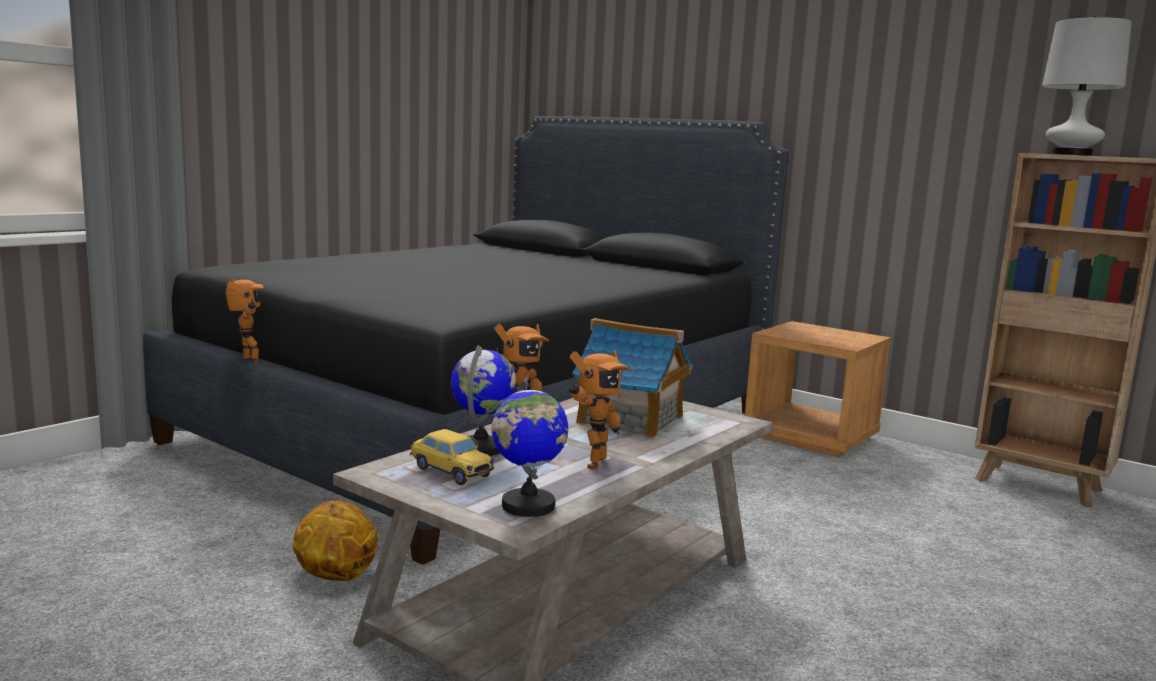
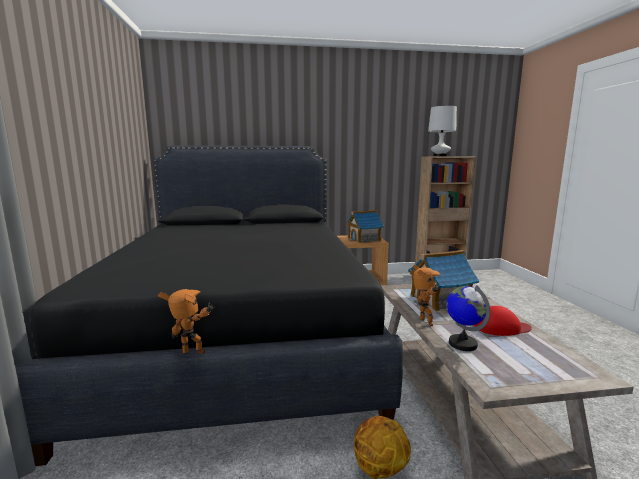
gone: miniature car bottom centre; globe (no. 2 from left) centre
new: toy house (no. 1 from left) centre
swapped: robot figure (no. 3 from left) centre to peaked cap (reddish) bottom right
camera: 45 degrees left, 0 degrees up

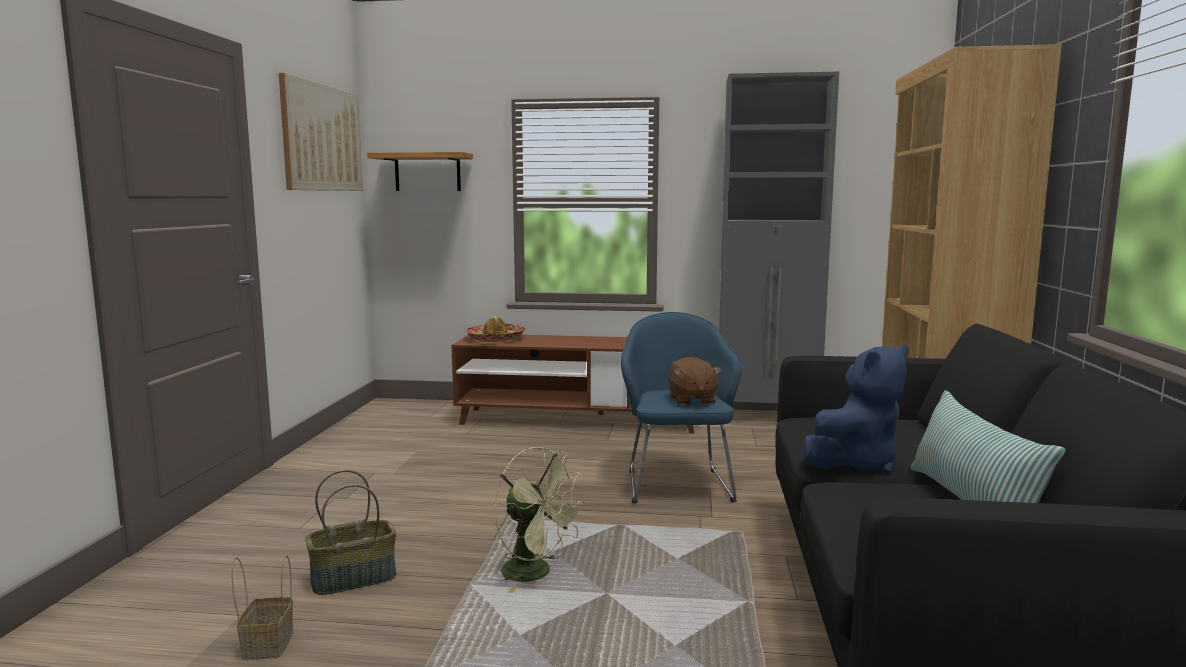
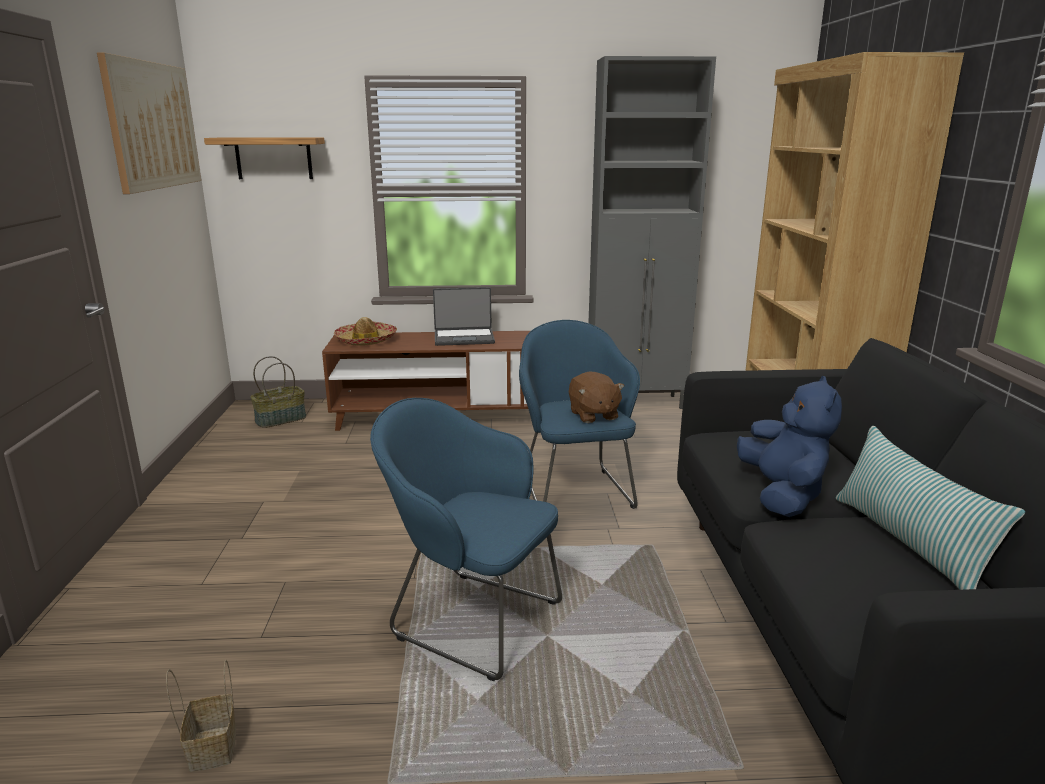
new: portable computer centre
shifted: household basket (no. 2 from left) bottom left to middle left
swapped: cooling fan (greenish) bottom centre to armchair (bluish) (no. 1 from left) bottom centre
rotated: soft toy (bluish) middle right = middle right 45 degrees counterclockwise
camera: 10 degrees left, 10 degrees up

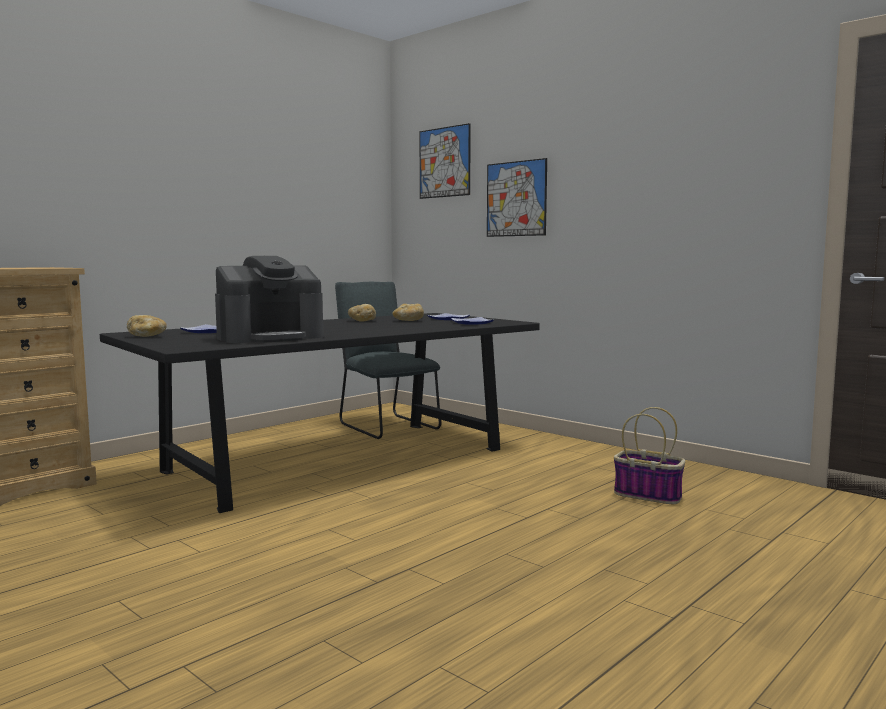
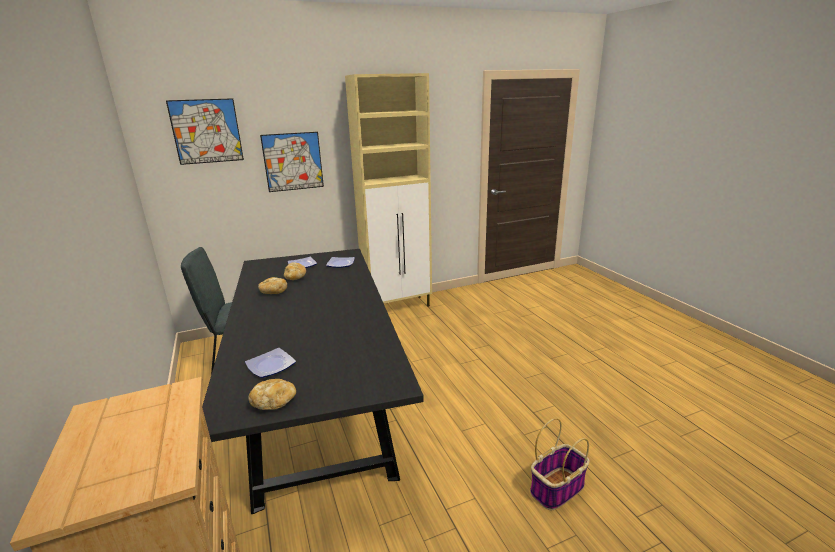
gone: coffee maker middle left
new: cabinet (beige) centre
shifted: household basket middle right to bottom right
camera: 65 degrees left, 15 degrees up

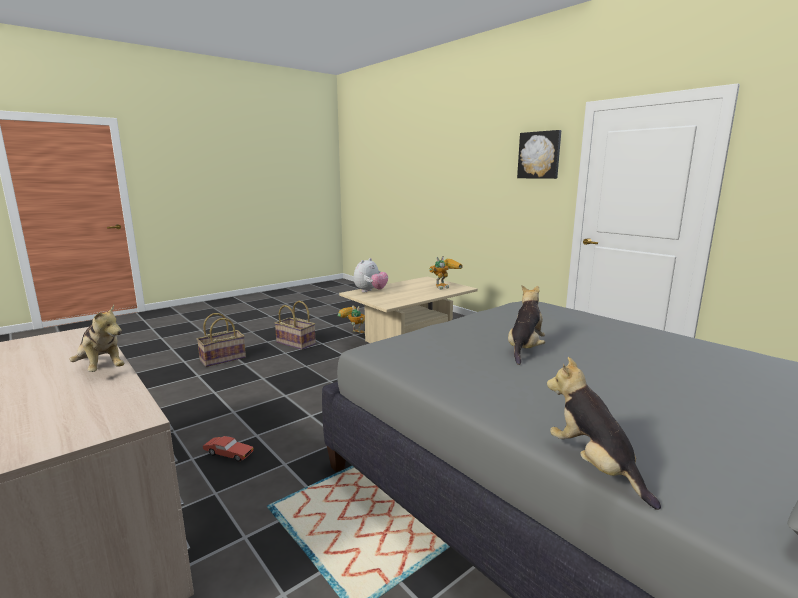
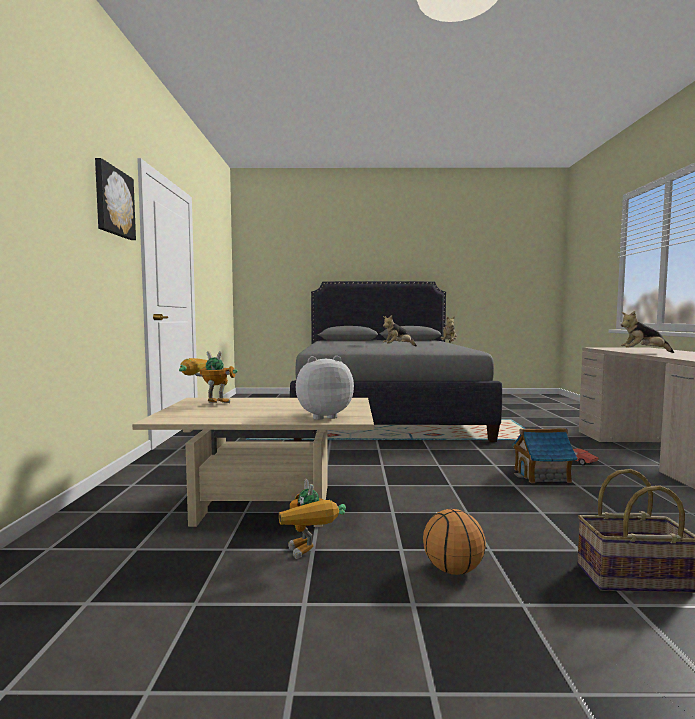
new: toy house middle right
swapped: household basket (no. 2 from left) centre to basketball bottom centre
rotated: soft toy (no. 1 from left in the first image) middle left = middle right 75 degrees counterclockwise
camera: 140 degrees left, 10 degrees down

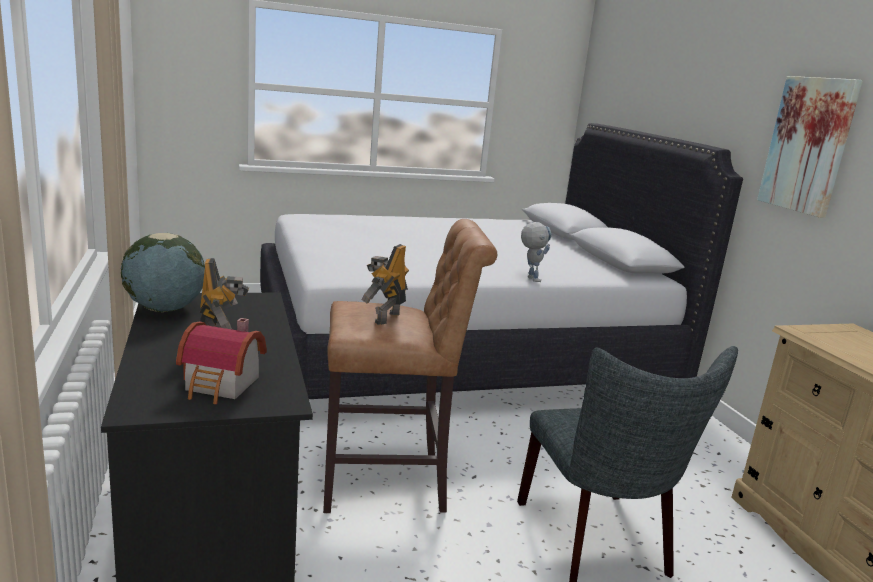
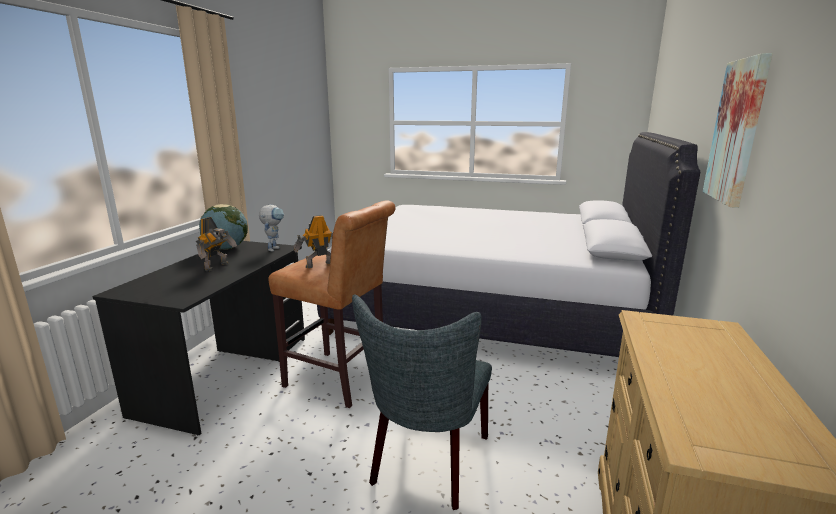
gone: toy house middle left
shifted: robot figure (no. 3 from left in the first image) centre to robot figure (no. 2 from left) middle left
camera: 35 degrees right, 0 degrees up

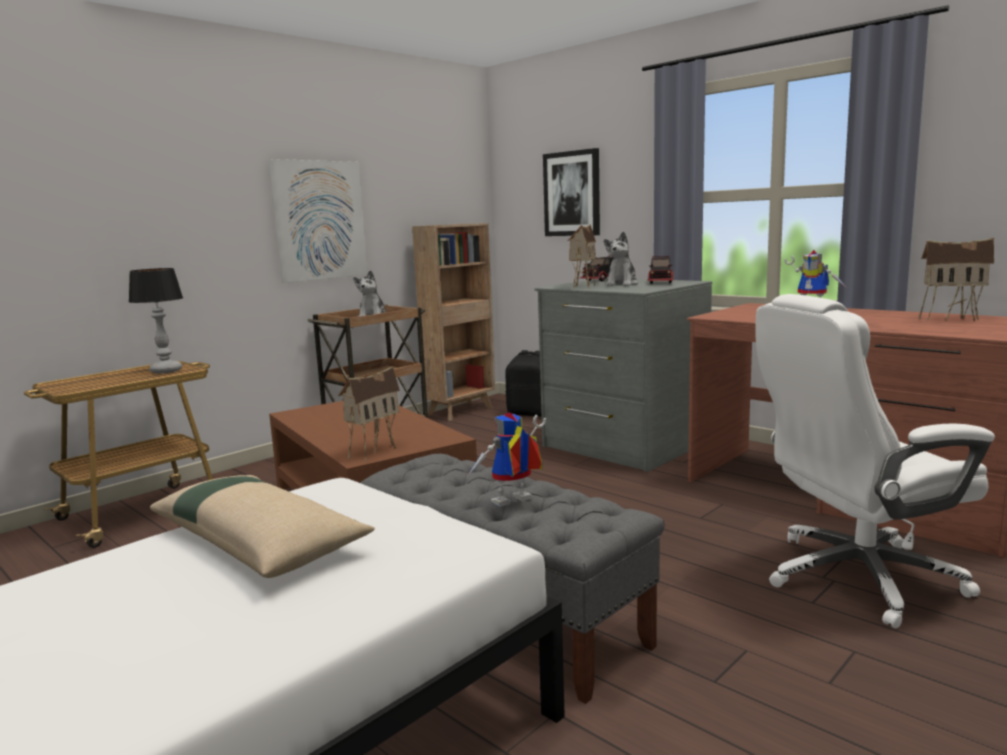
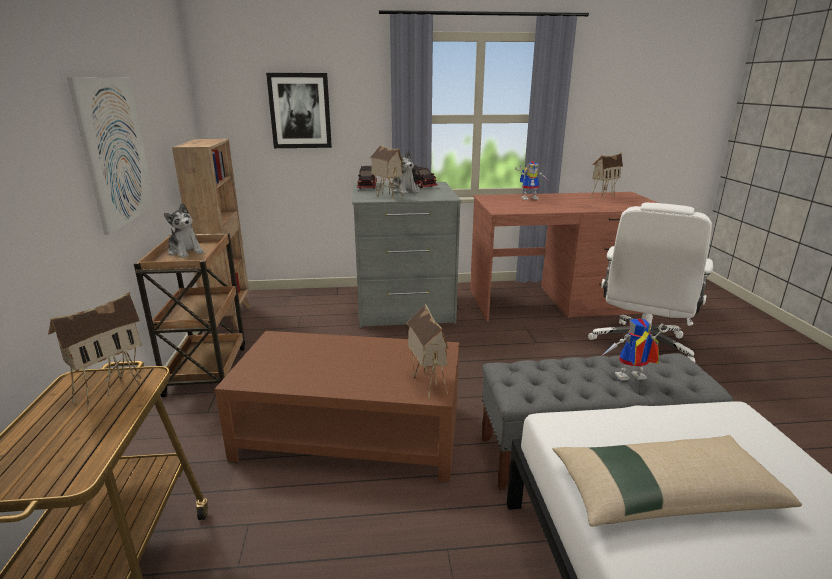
gone: rucksack (black-coloured) centre
swapped: table lamp middle left to toy house (no. 1 from left) middle left
rotated: robot figure (no. 1 from left in the first image) centre = middle right 75 degrees clockwise
camera: 50 degrees left, 10 degrees up

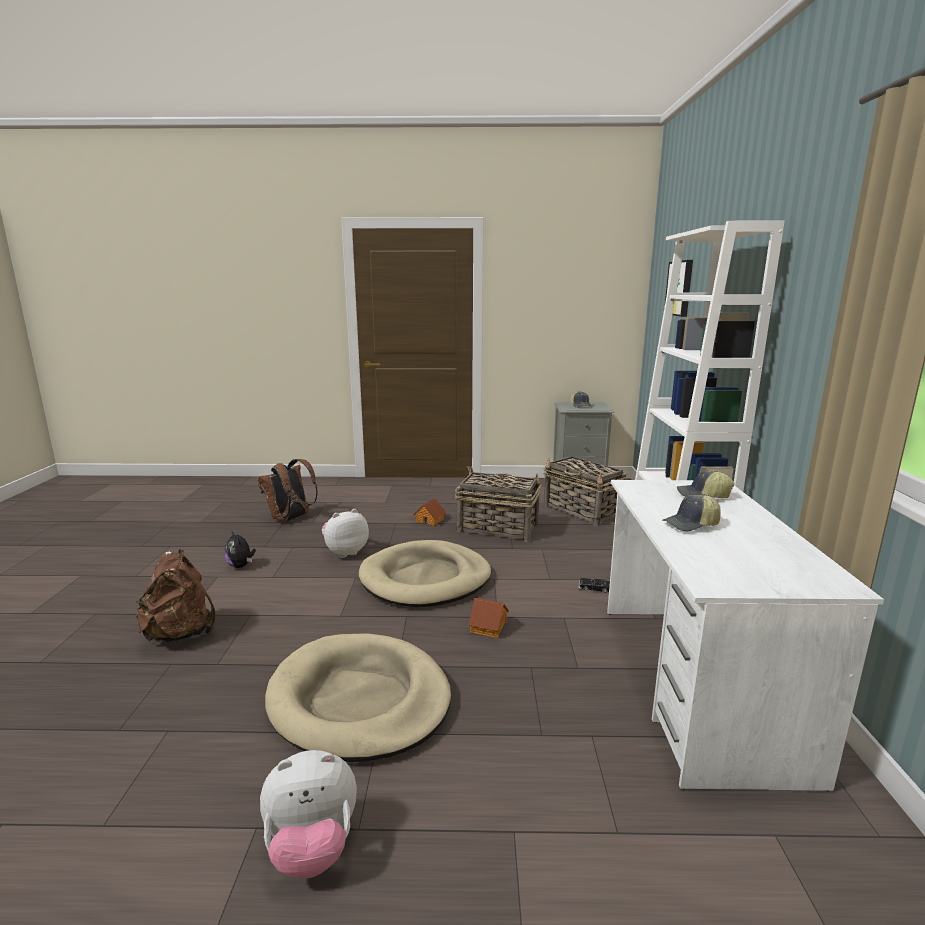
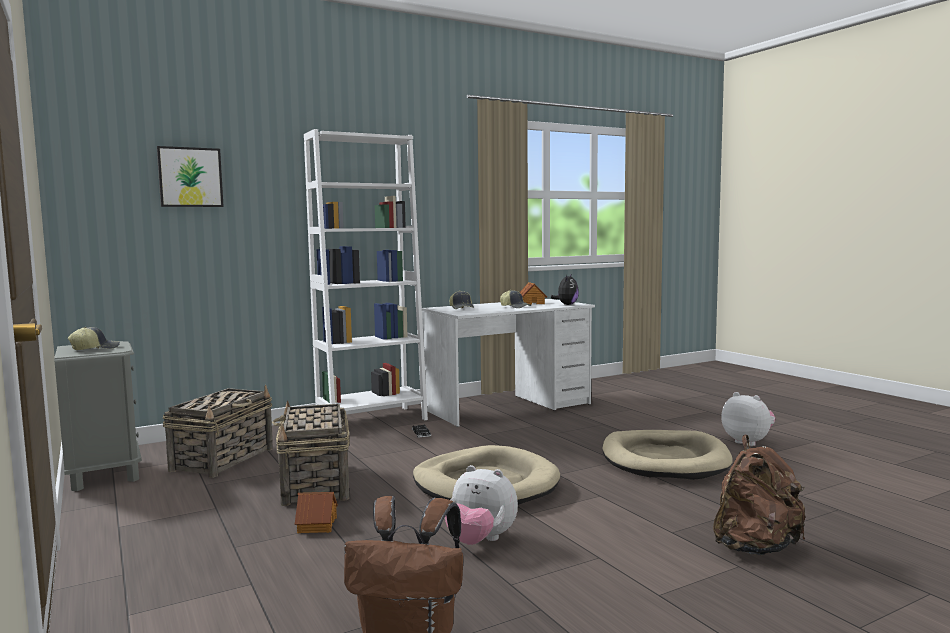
shifted: soft toy (no. 1 from left in the first image) middle left to soft toy (no. 2 from left) centre; toy house (no. 2 from left) bottom centre to centre
camera: 120 degrees left, 10 degrees down

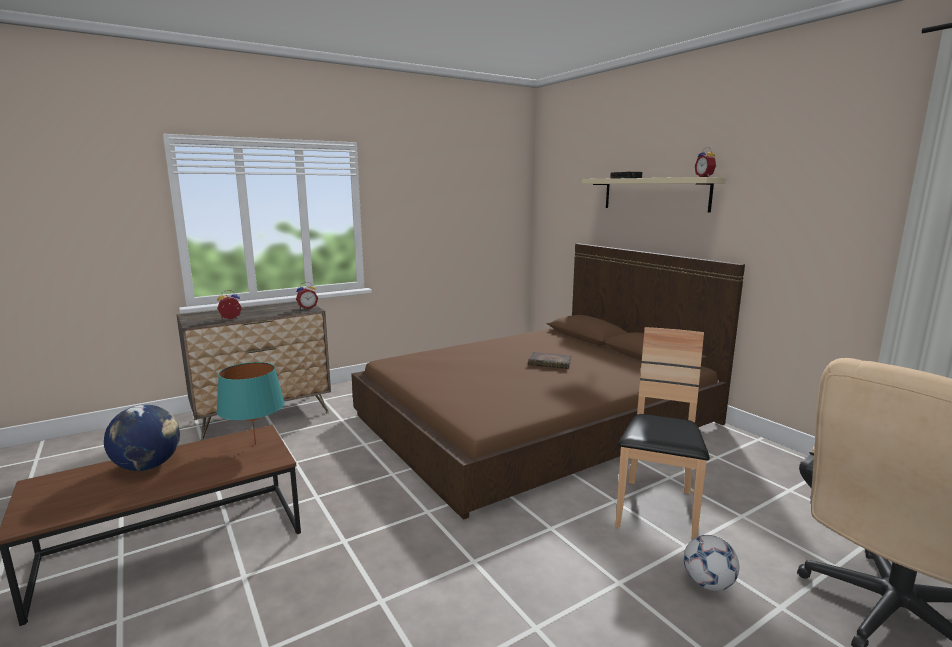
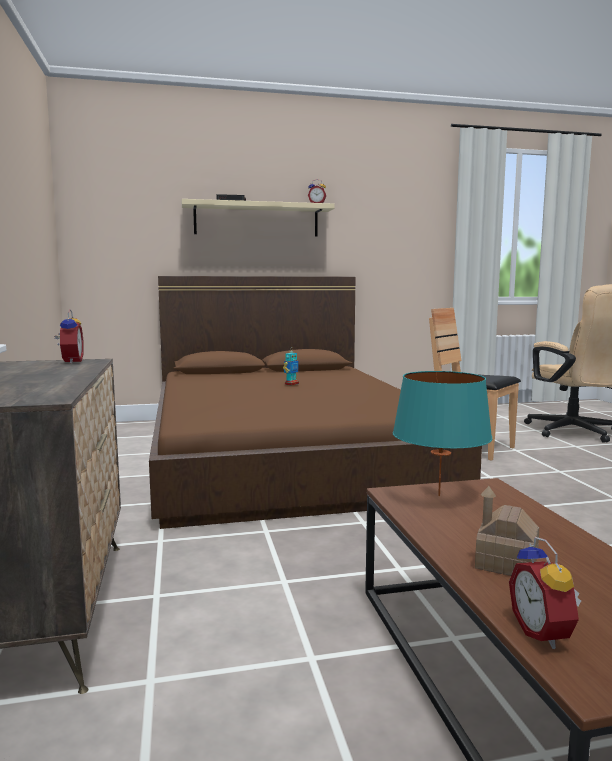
gone: football bottom right
shifted: table clock (no. 1 from left in the first image) middle left to table clock (no. 4 from left) bottom right
swapped: globe bottom left to toy house bottom right; book centre to robot figure centre
camera: 70 degrees left, 5 degrees down

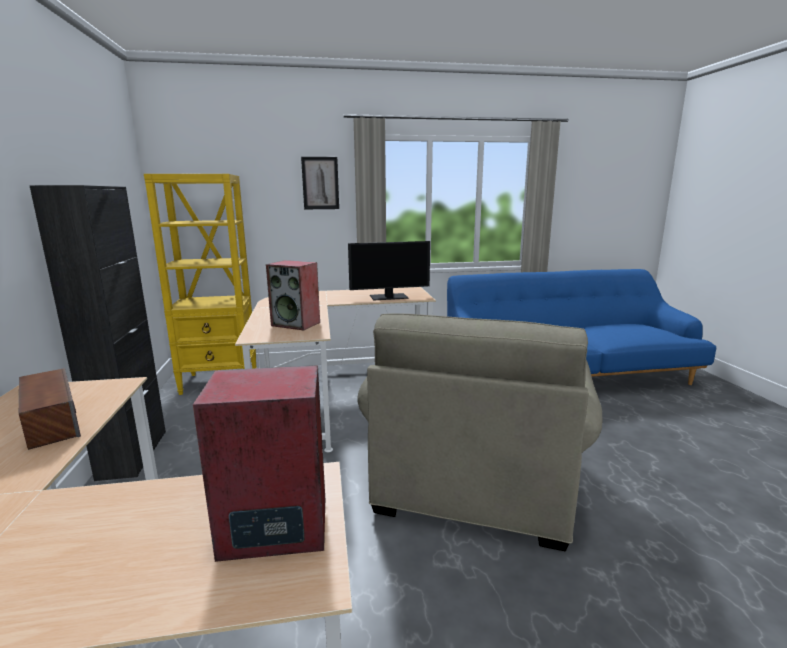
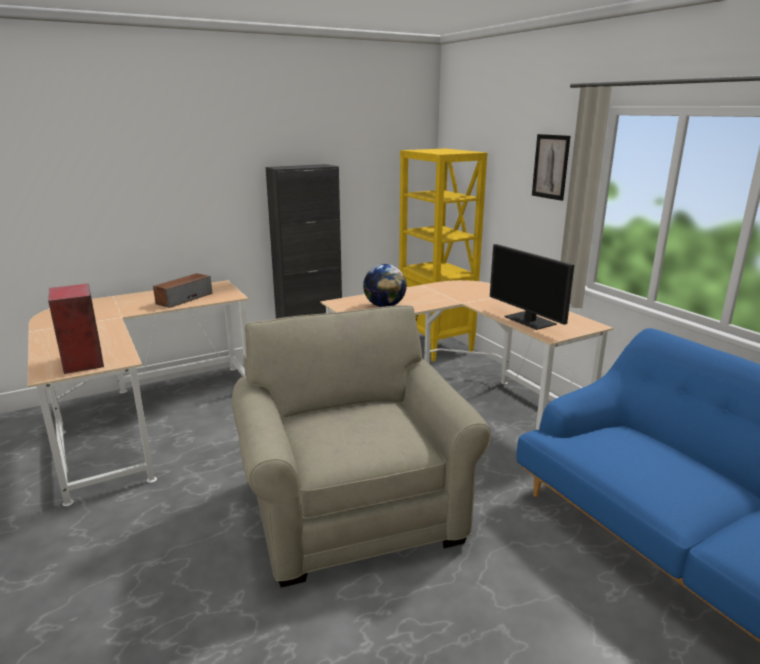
swapped: loudspeaker (no. 3 from left) centre to globe centre
rotated: armchair (beige) bottom centre = bottom centre 75 degrees clockwise
camera: 70 degrees right, 5 degrees up

